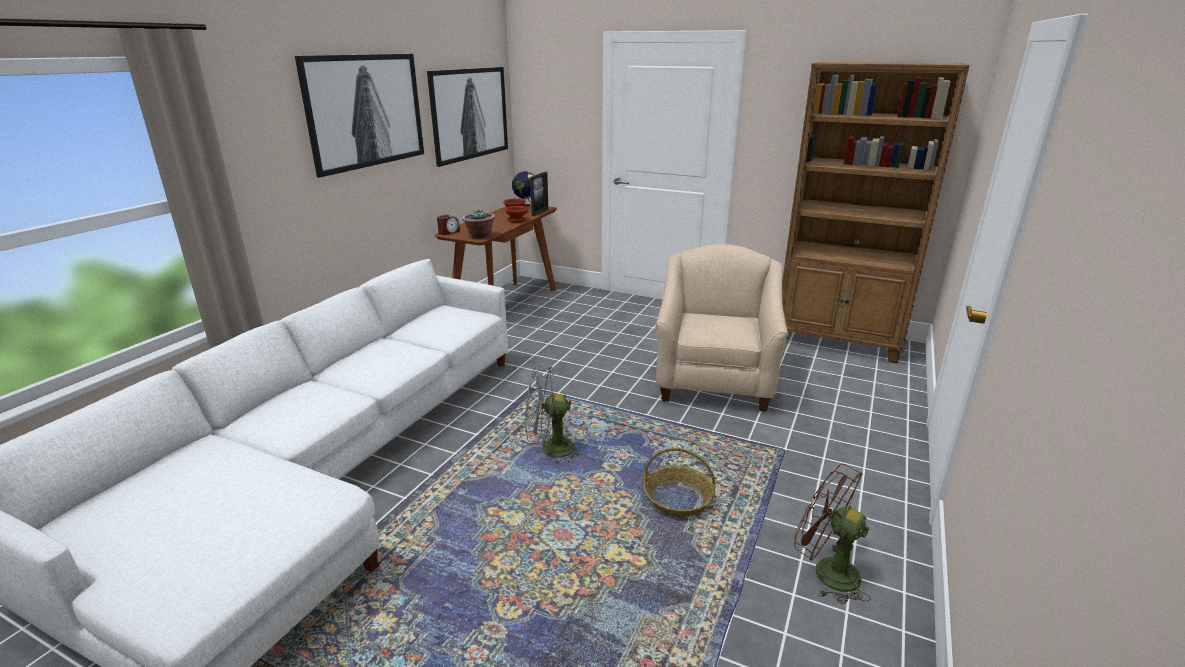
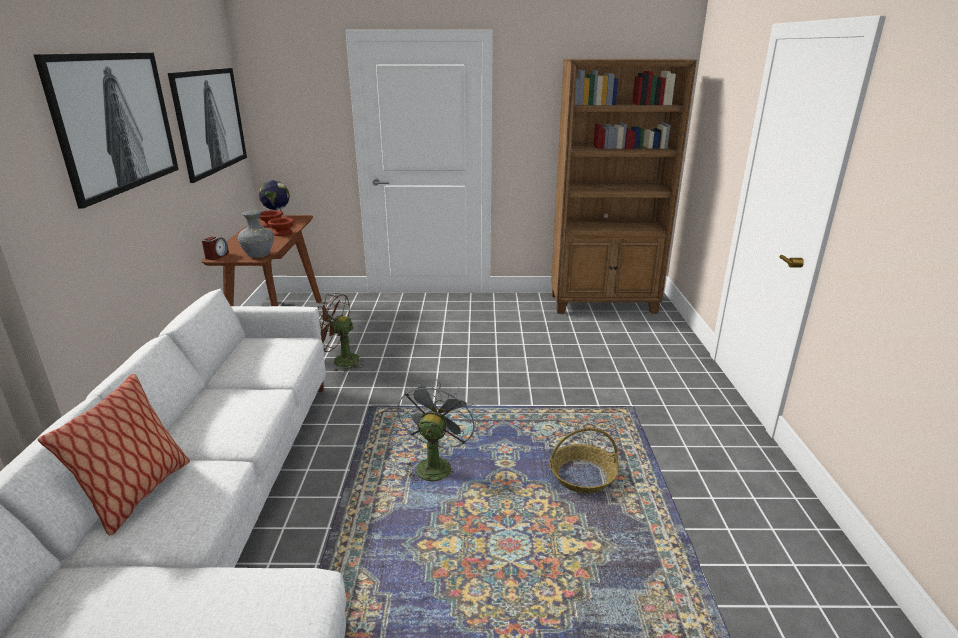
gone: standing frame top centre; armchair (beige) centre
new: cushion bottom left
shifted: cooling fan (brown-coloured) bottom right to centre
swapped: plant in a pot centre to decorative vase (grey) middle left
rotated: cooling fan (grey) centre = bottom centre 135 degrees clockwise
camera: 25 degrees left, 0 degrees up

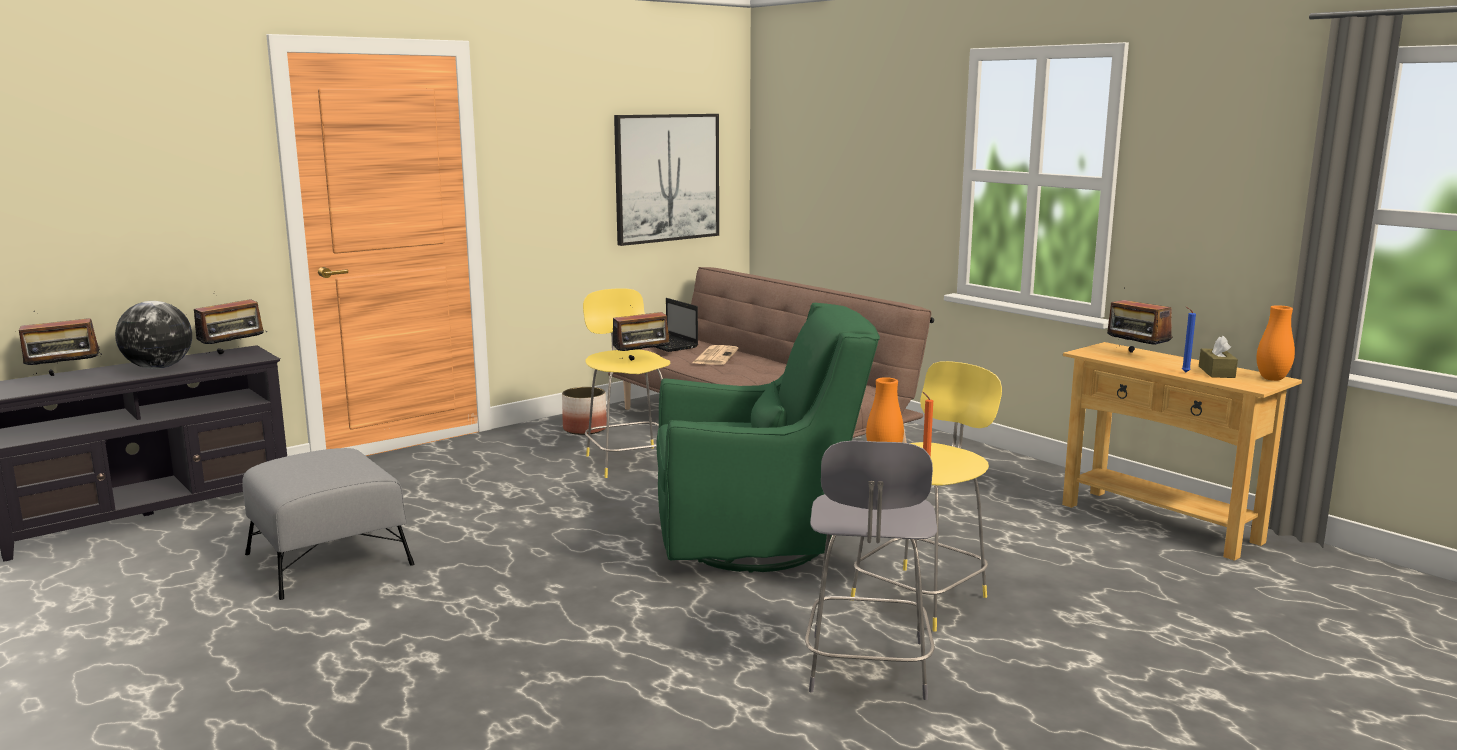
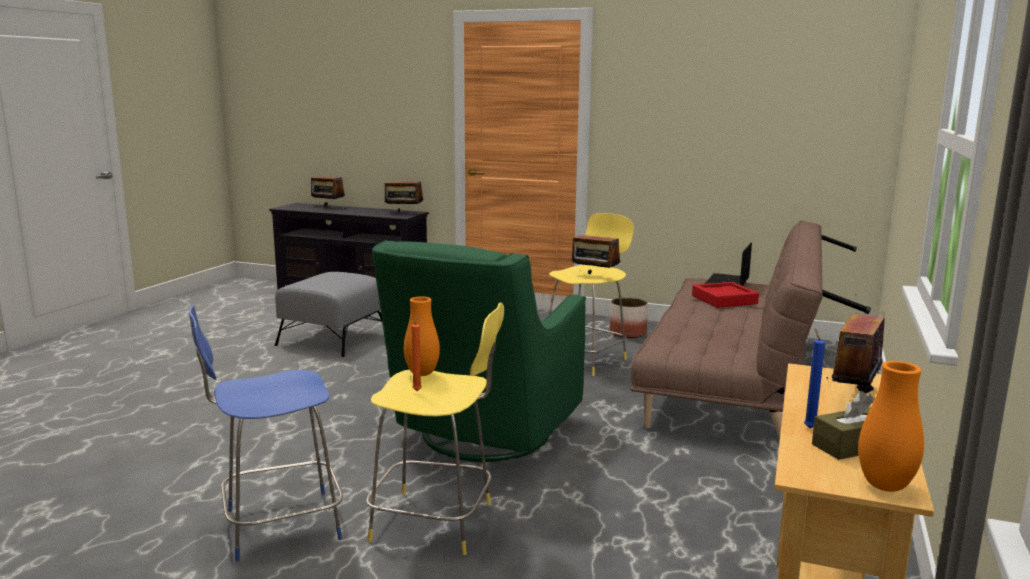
gone: globe middle left; wall art top centre
swapped: printed paper centre to serving tray (reddish) middle right
repainted: stool seat (grey) bottom centre to stool seat (bluish) bottom left
rotated: armchair (greenish) centre = centre 60 degrees clockwise
camera: 60 degrees right, 0 degrees up

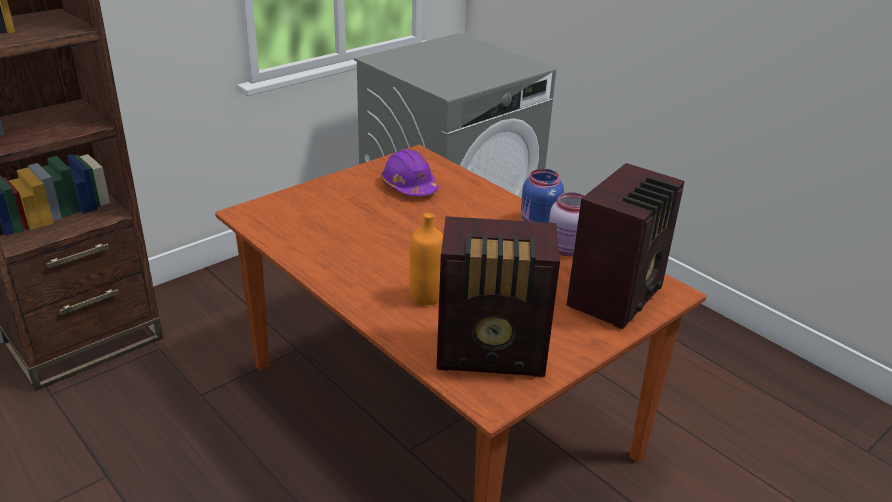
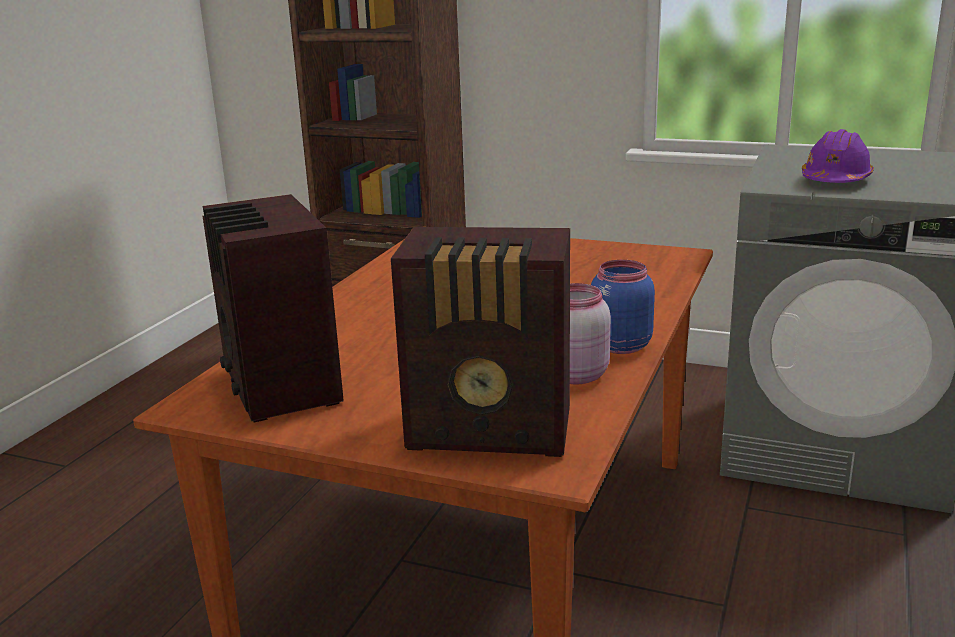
gone: drink bottle (orange) centre
shifted: hard hat (purple-coloured) centre to top right
camera: 65 degrees right, 10 degrees down

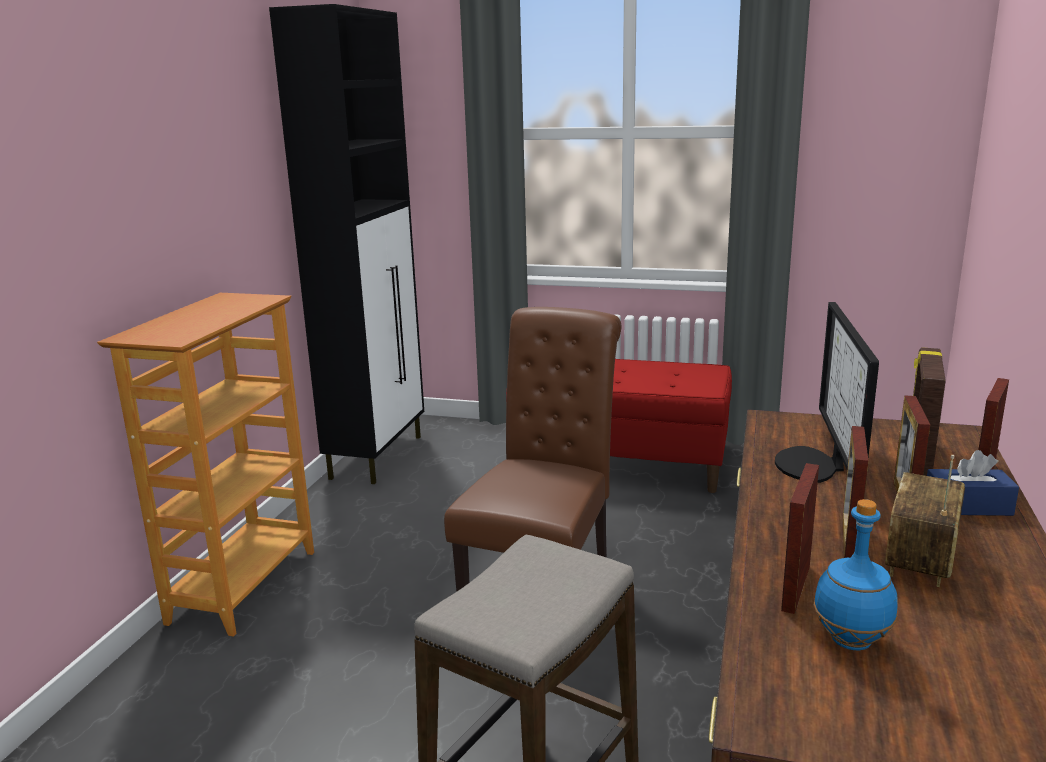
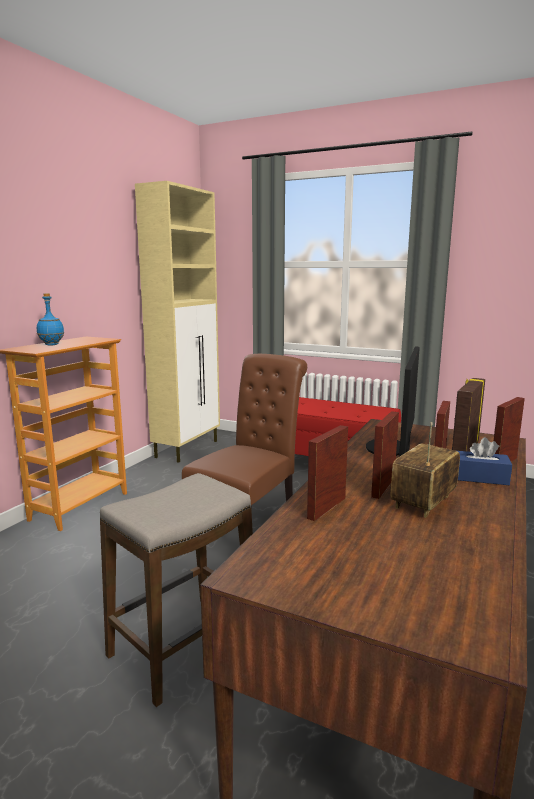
shifted: drink bottle (bluish) bottom right to middle left
repainted: cabinet (black-coloured) top left to cabinet (beige) middle left
camera: 10 degrees right, 5 degrees down

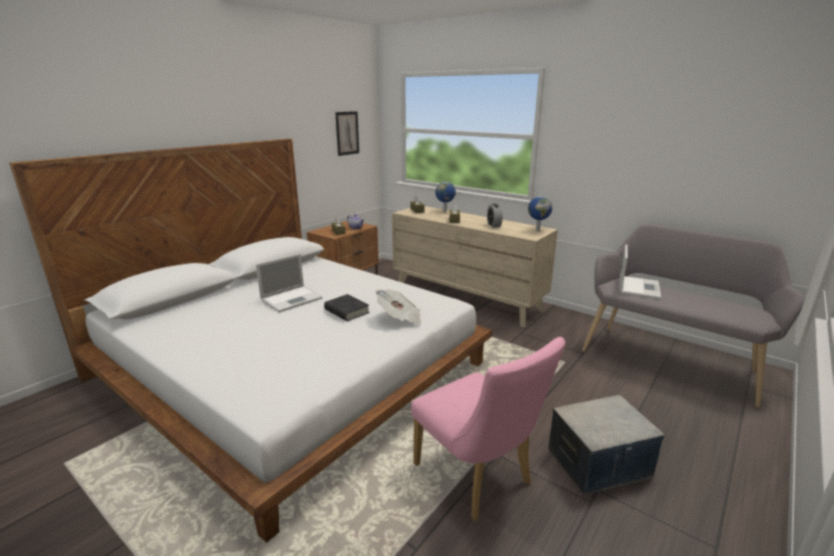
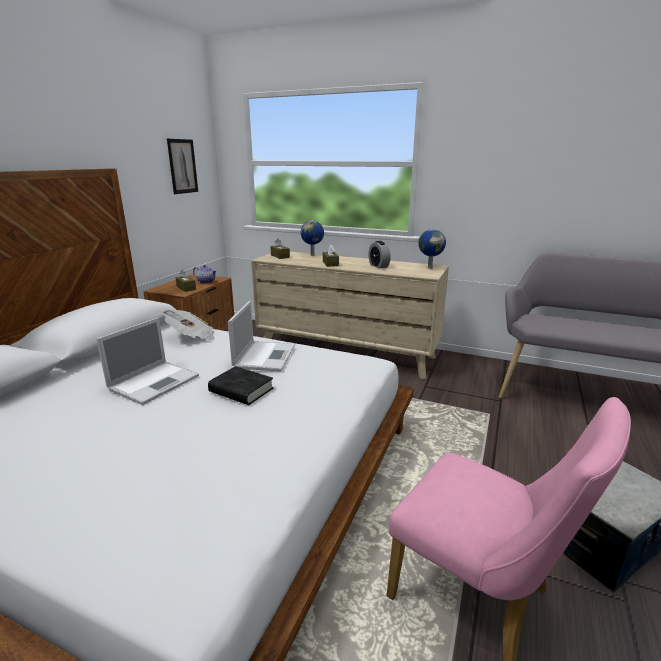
shifted: printed paper centre to middle left; portable computer (no. 2 from left) middle right to centre
camera: 15 degrees left, 0 degrees up

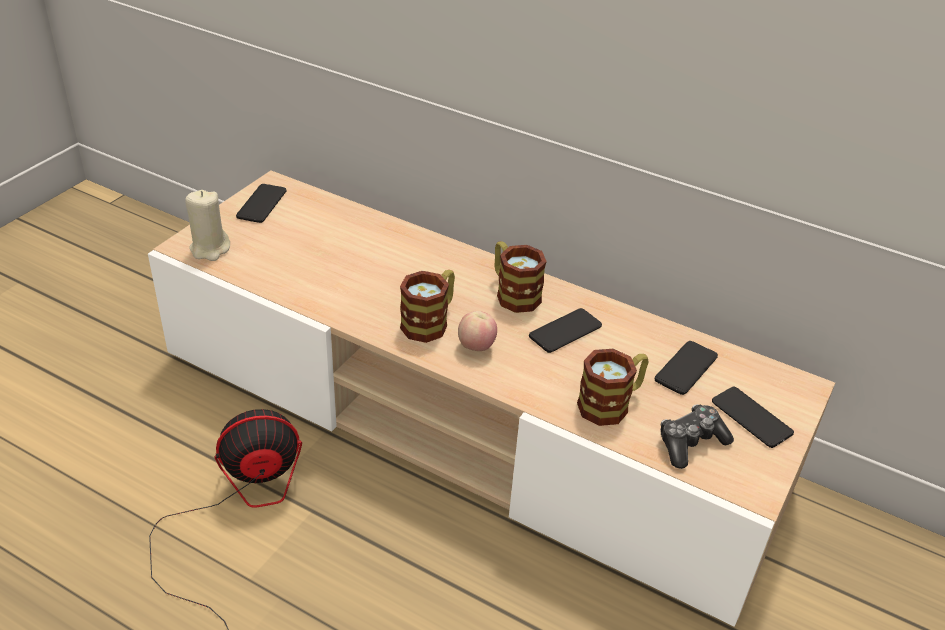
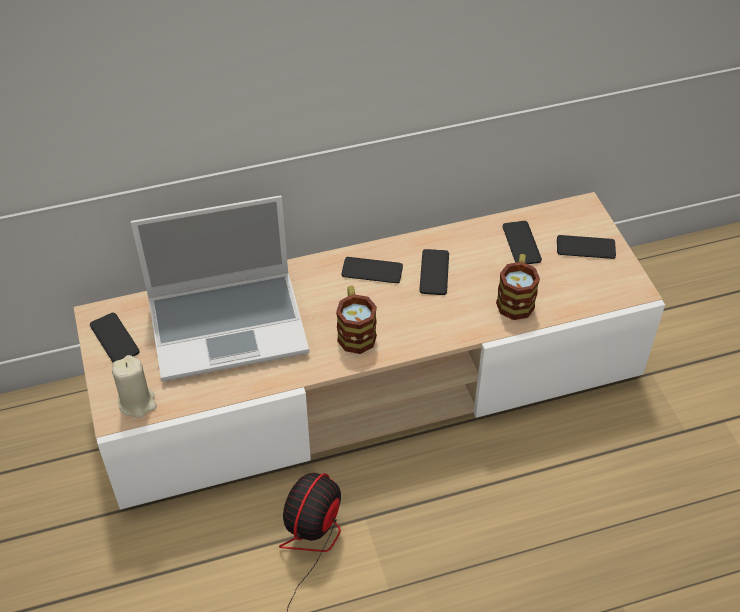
gone: whole apple centre; gamepad bottom right
new: portable computer middle left
swapped: tea mug (no. 2 from left) centre to telephone (no. 2 from left) centre
camera: 45 degrees left, 10 degrees up

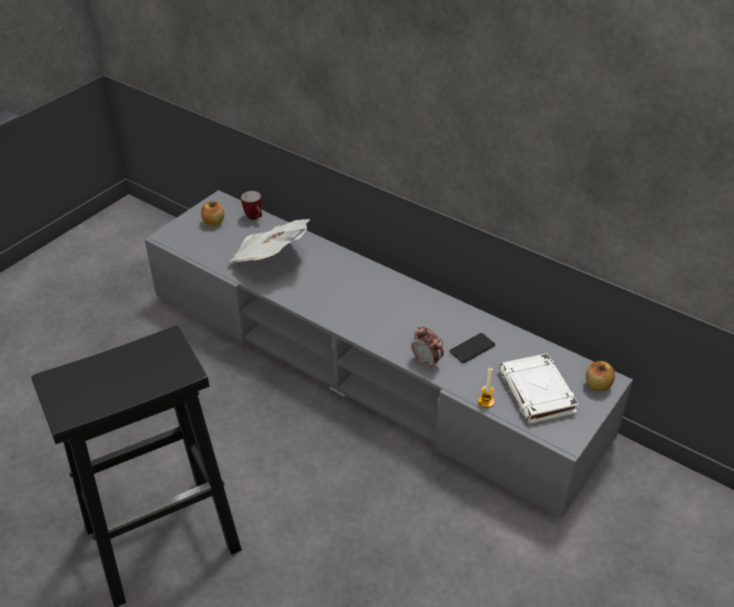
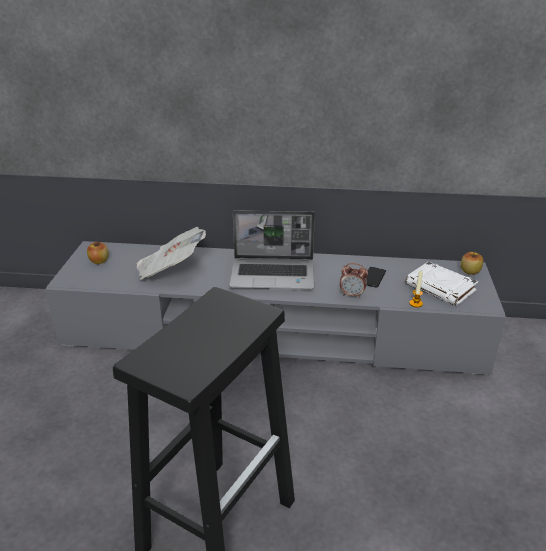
gone: tea mug centre
new: portable computer centre
camera: 30 degrees left, 10 degrees down

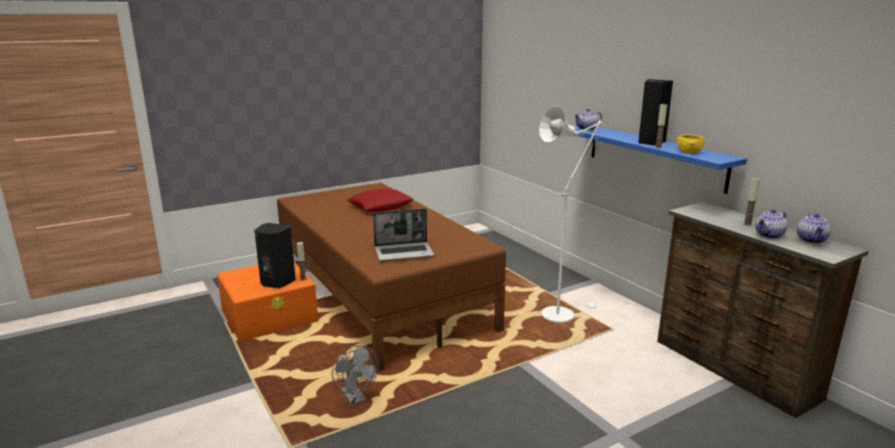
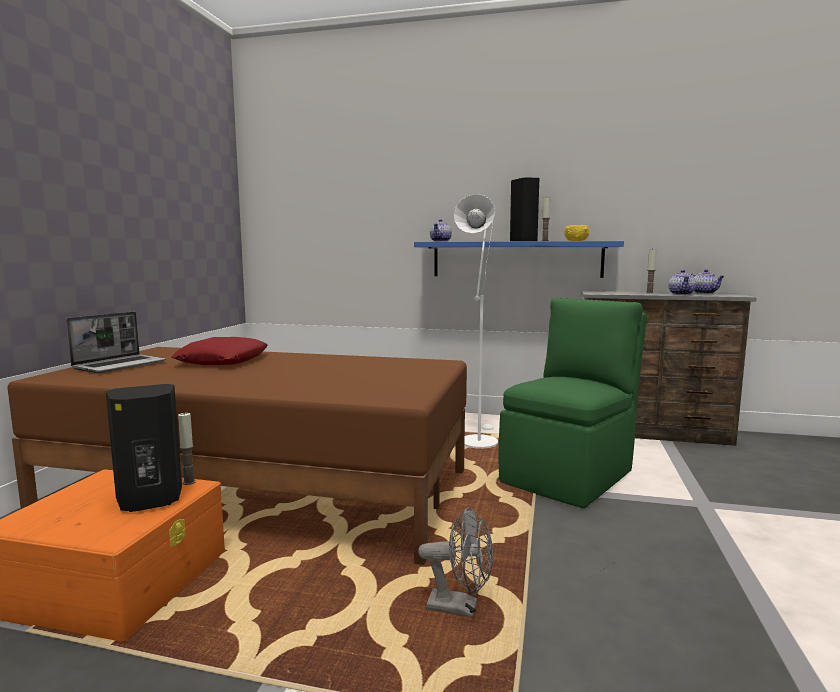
new: upright chair (greenish) middle right
shifted: portable computer centre to middle left
camera: 45 degrees left, 10 degrees down

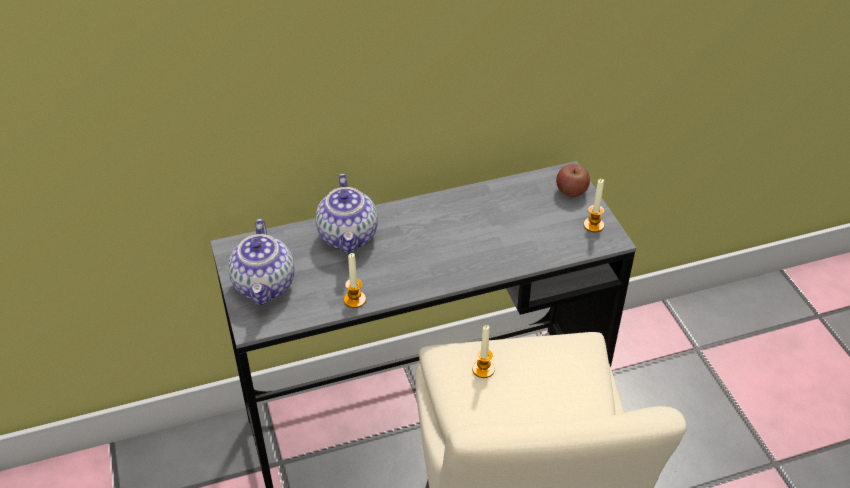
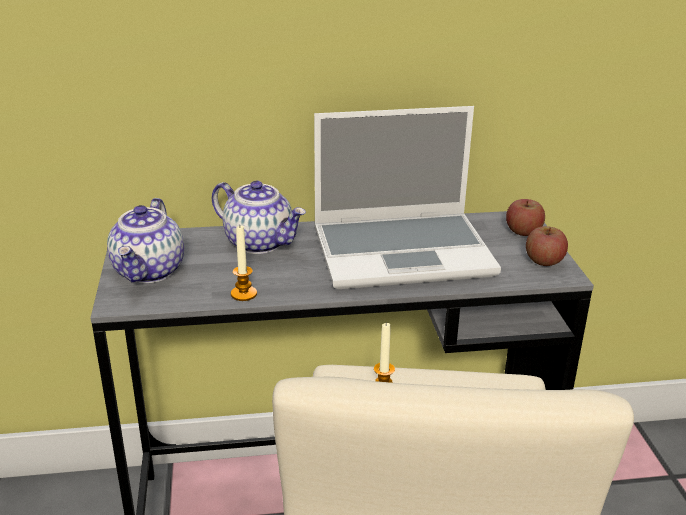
new: portable computer centre
swapped: candle (no. 3 from left) middle right to whole apple (no. 2 from left) middle right
rotated: teapot (no. 2 from left) centre = centre 60 degrees counterclockwise
camera: 10 degrees right, 15 degrees down

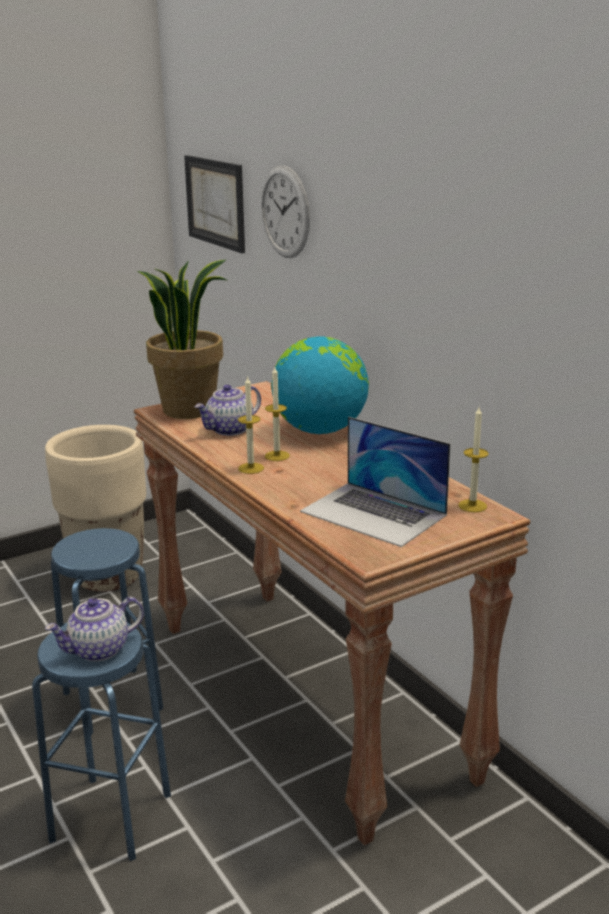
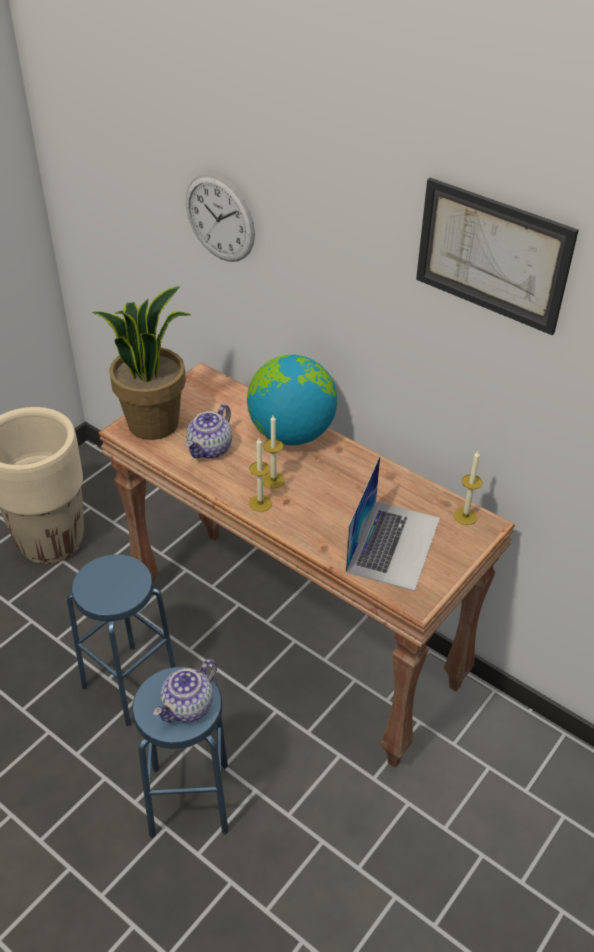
shifted: wall art top centre to top right
rotated: portable computer centre = centre 90 degrees counterclockwise
camera: 20 degrees left, 20 degrees up

